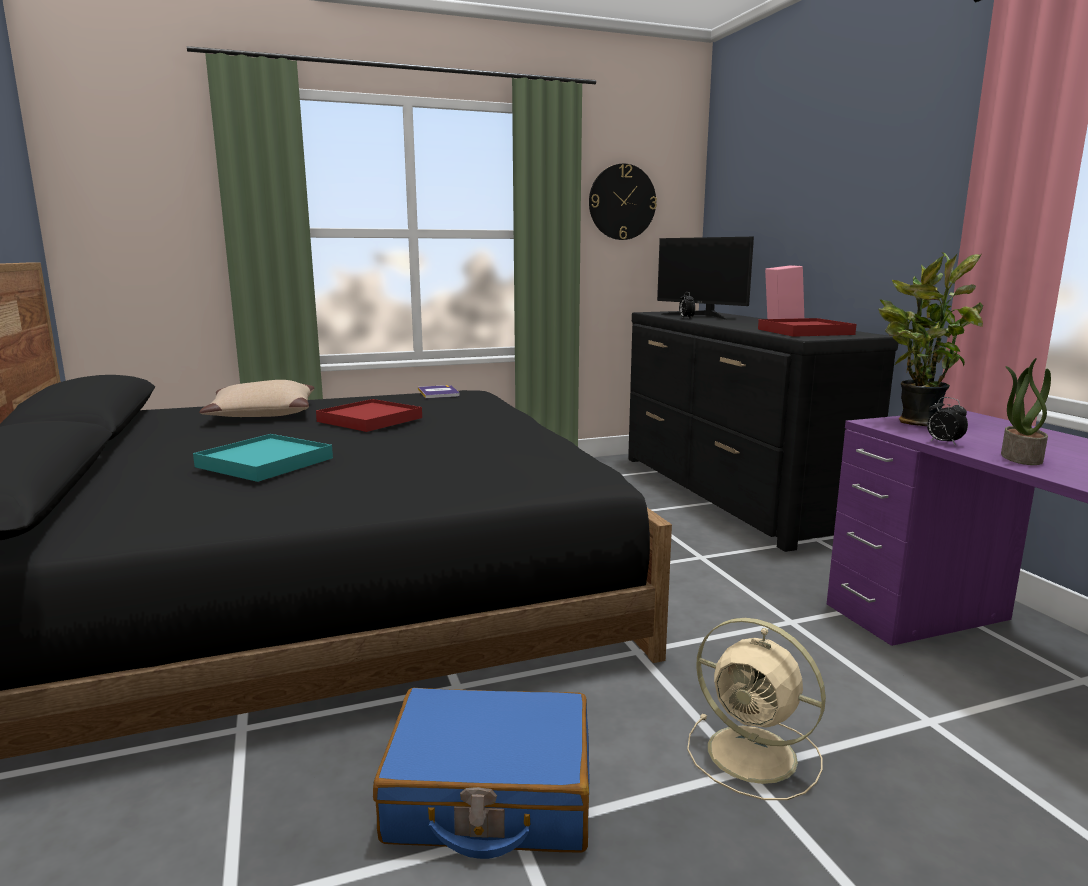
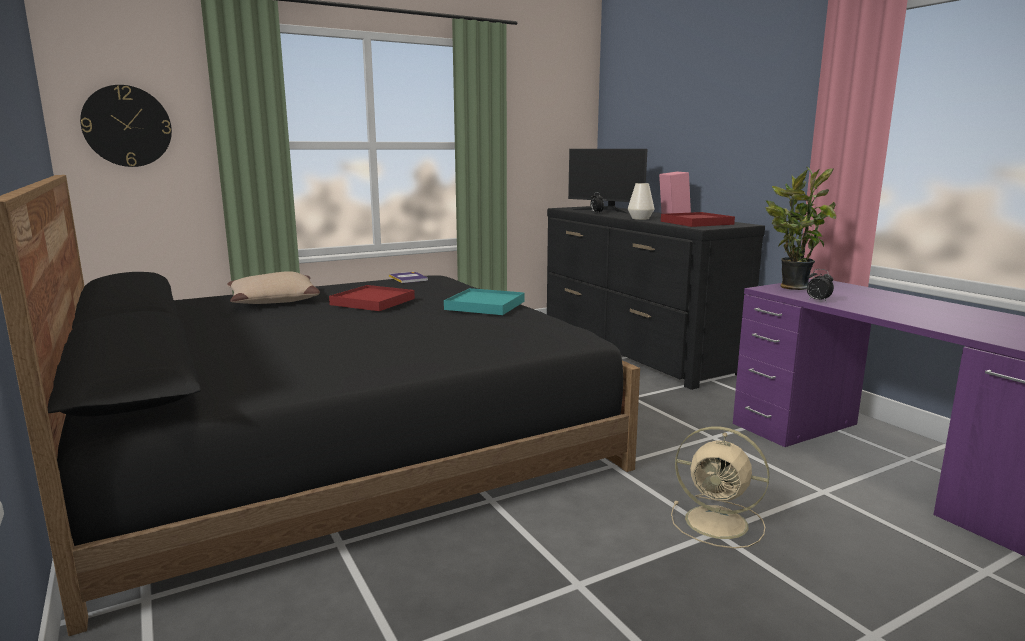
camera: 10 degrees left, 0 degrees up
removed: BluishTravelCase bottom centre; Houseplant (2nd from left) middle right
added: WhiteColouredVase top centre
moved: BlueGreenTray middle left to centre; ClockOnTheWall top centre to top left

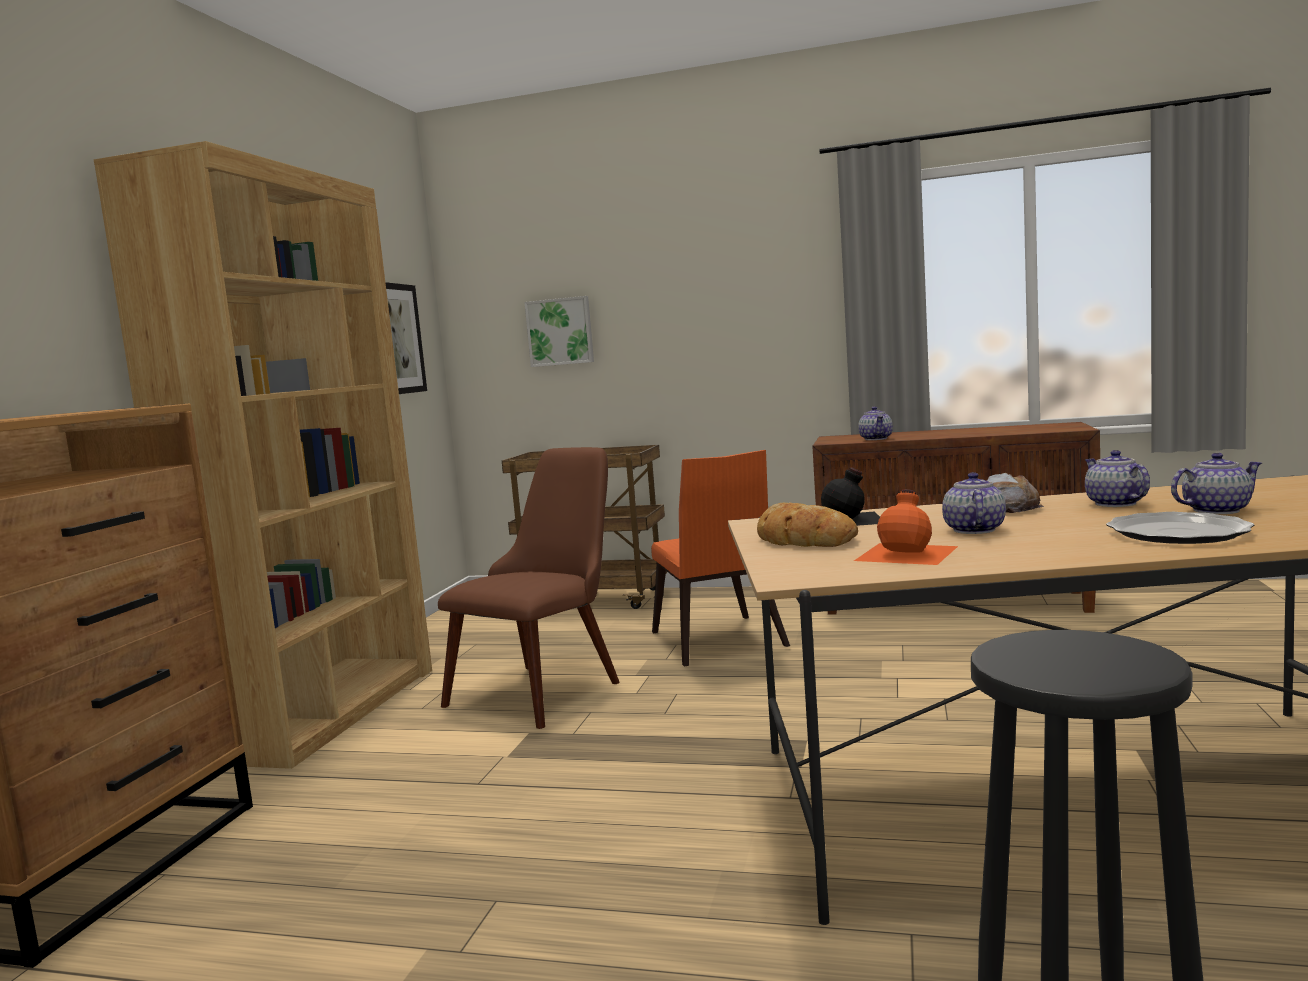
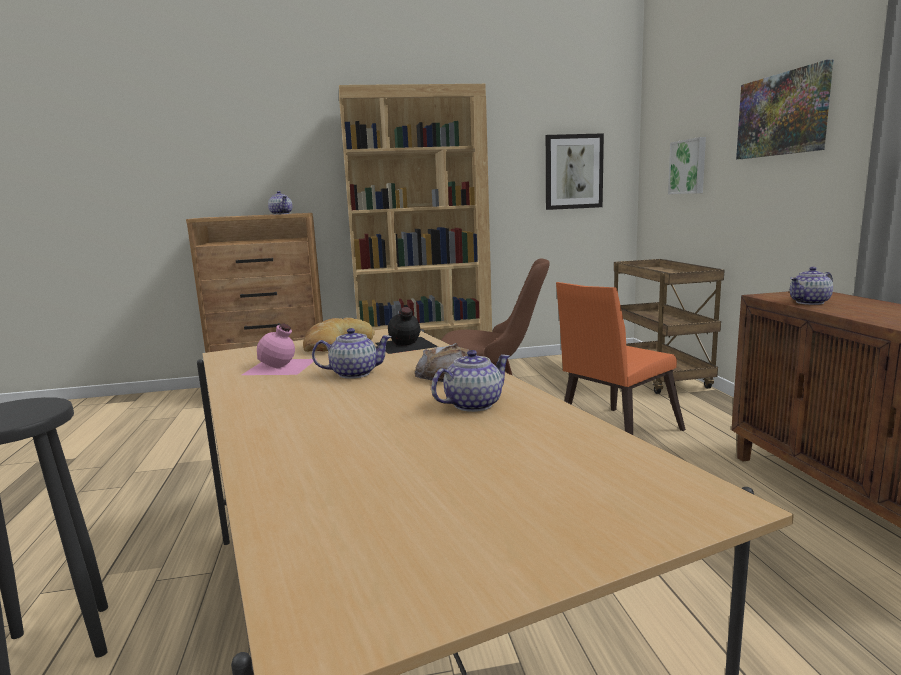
camera: 65 degrees right, 5 degrees up
removed: DinnerPlate middle right
added: Picture (3rd from left) top right
moved: TeaPot (4th from left in the first image) middle right to TeaPot (1st from left) top left
recoloured: OrangeColouredBottle middle right to PinkColouredBottle middle left

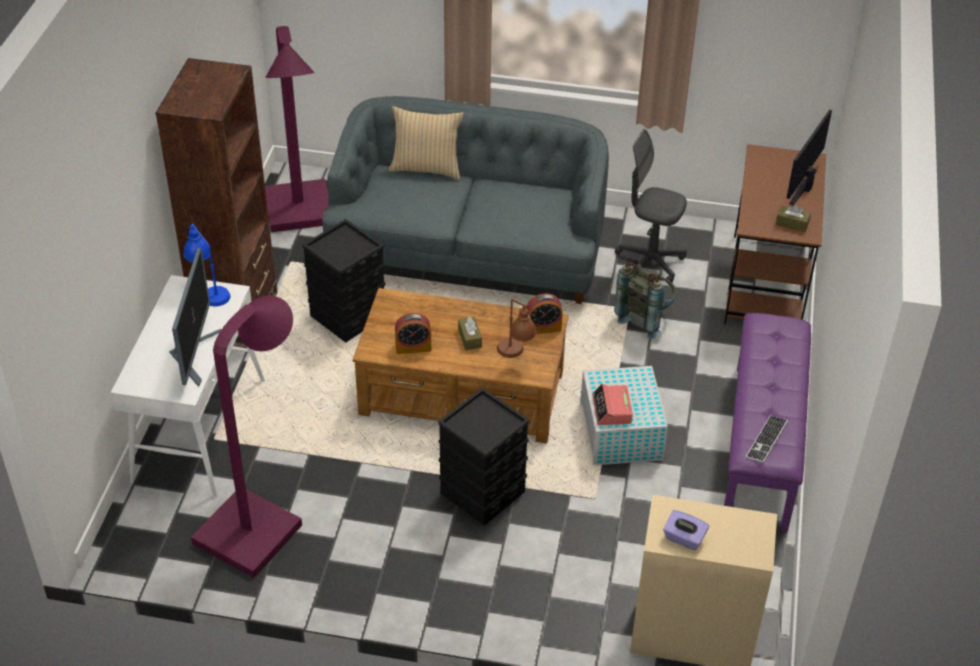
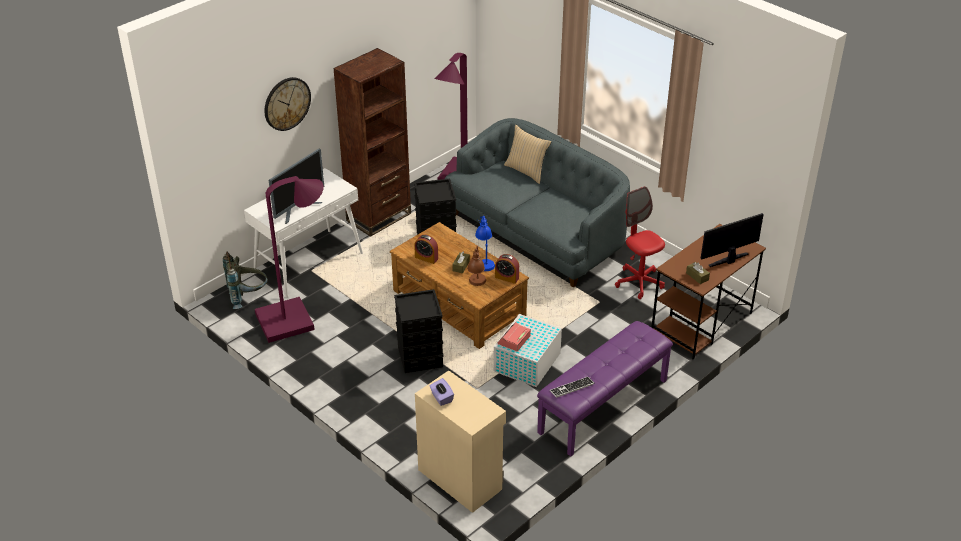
camera: 35 degrees right, 5 degrees down
added: ClockOnTheWall top left
moved: BluishTableLamp middle left to centre; GreyishBackpack centre to middle left
recoloured: GreyishComputerChair top centre to RedComputerChair centre

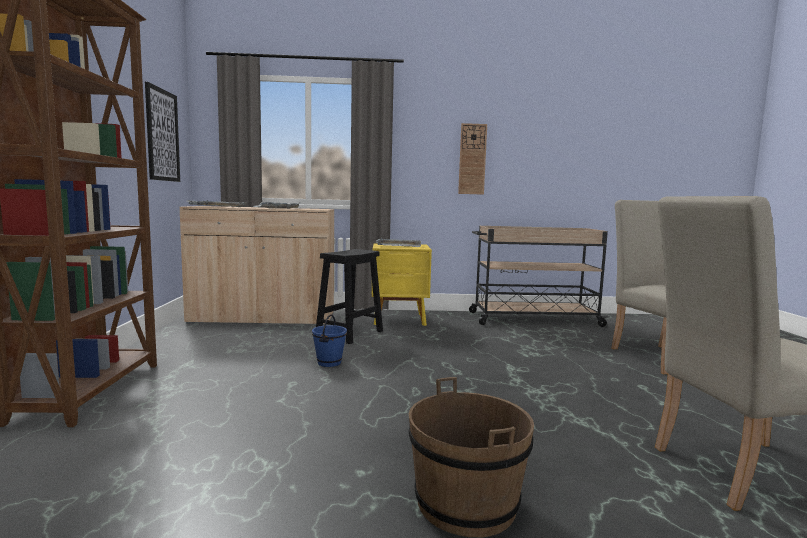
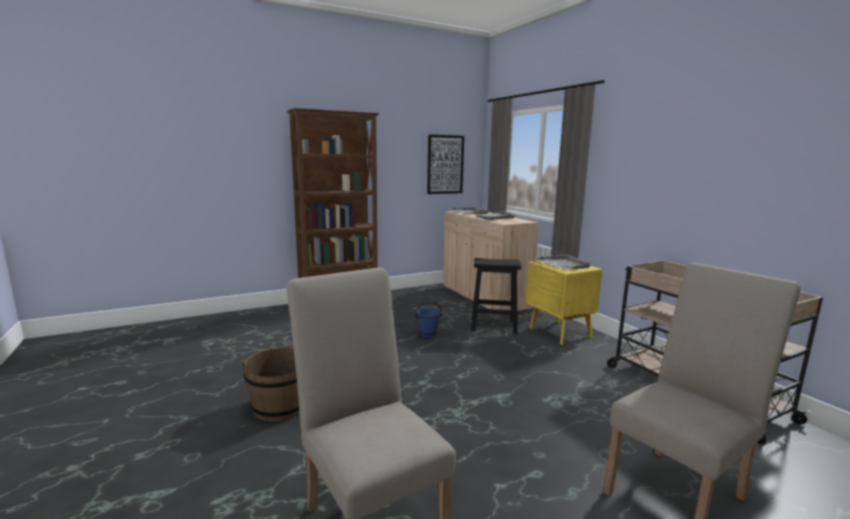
camera: 65 degrees right, 5 degrees up
removed: ClockOnTheWall top centre

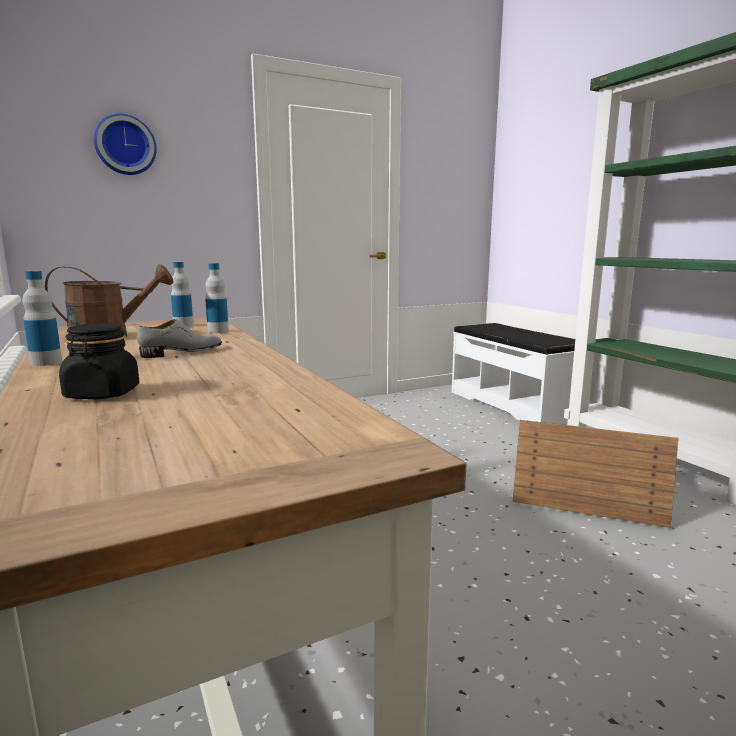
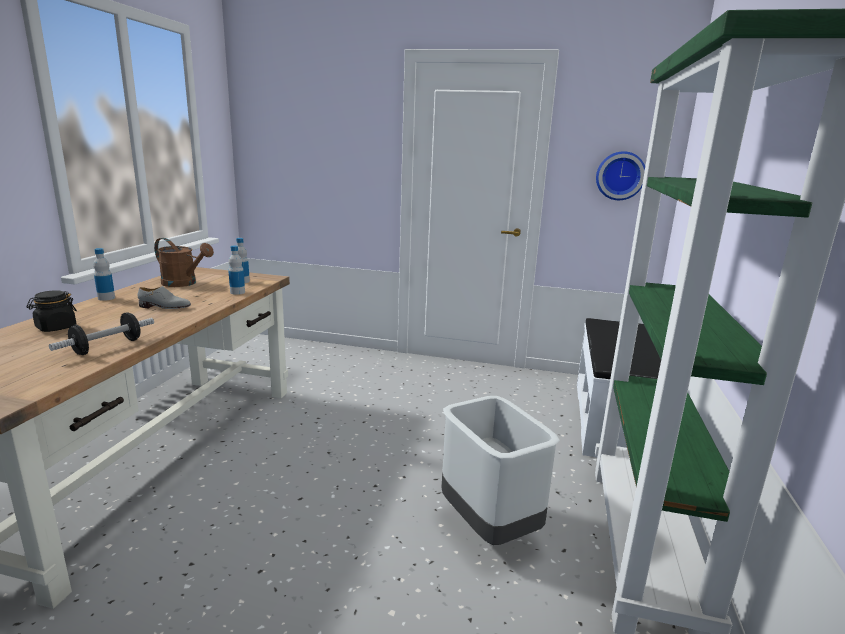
camera: 40 degrees right, 5 degrees up
added: Dumbbell middle left
moved: ClockOnTheWall top left to top right
replaced: PackingCrate middle right to GreyishTrashCan bottom centre

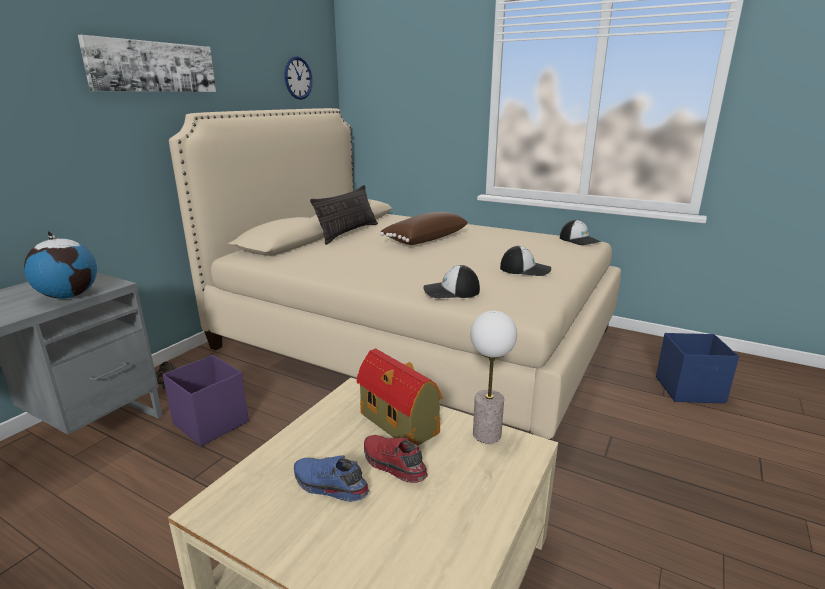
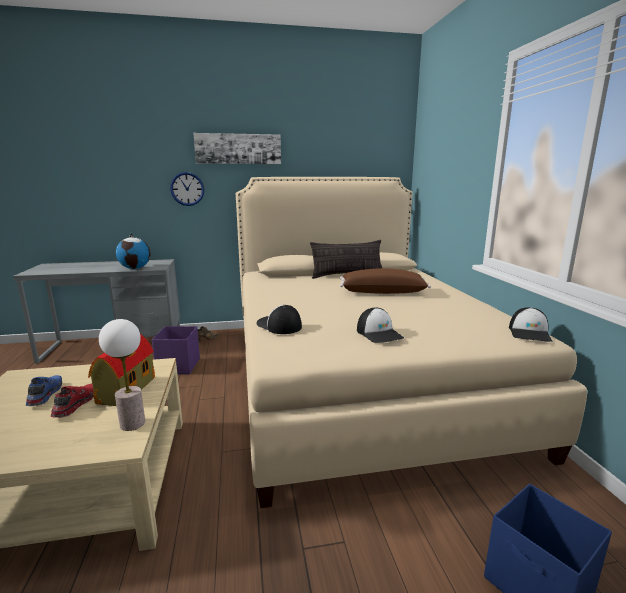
camera: 50 degrees right, 5 degrees down
moved: ClockOnTheWall top centre to top left

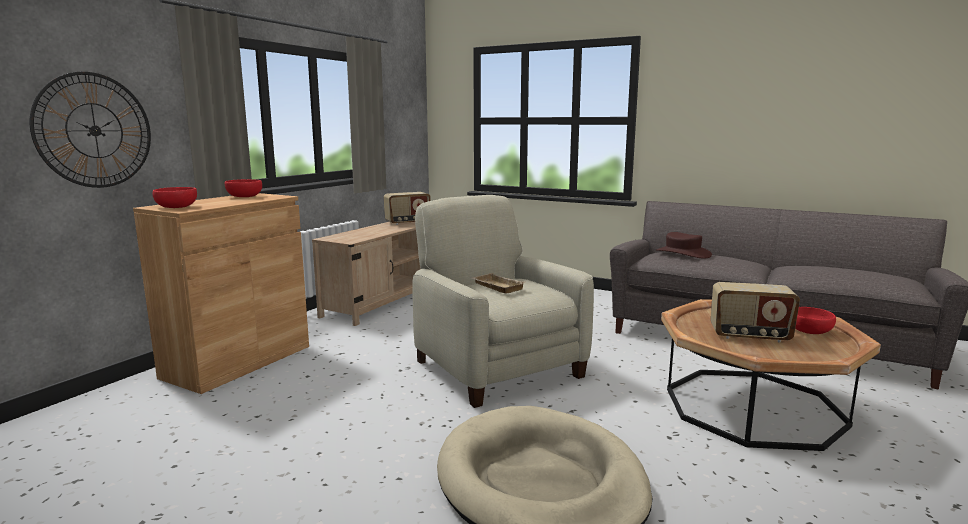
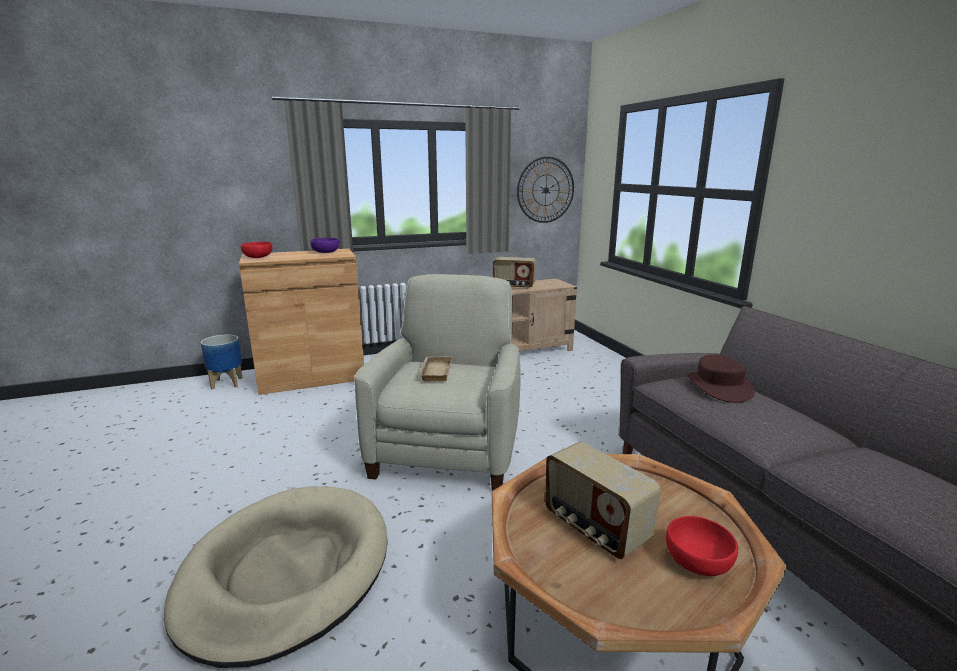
camera: 40 degrees right, 5 degrees up
added: PlantPot middle left
moved: ClockOnTheWall top left to top centre
recoloured: RedServingBowl (2nd from left) middle left to PurplishServingBowl centre

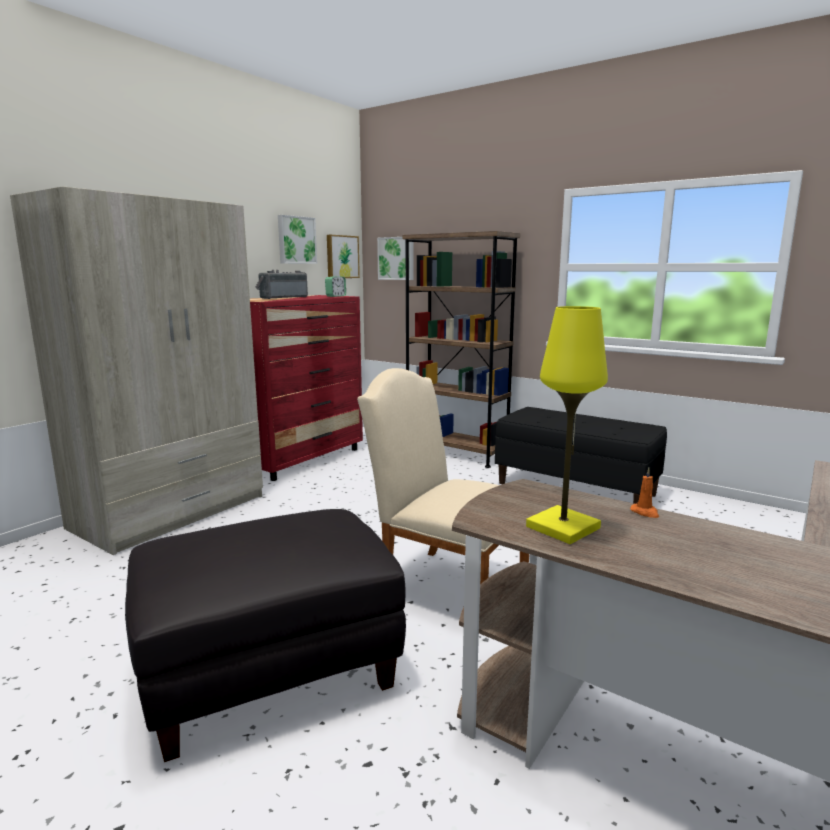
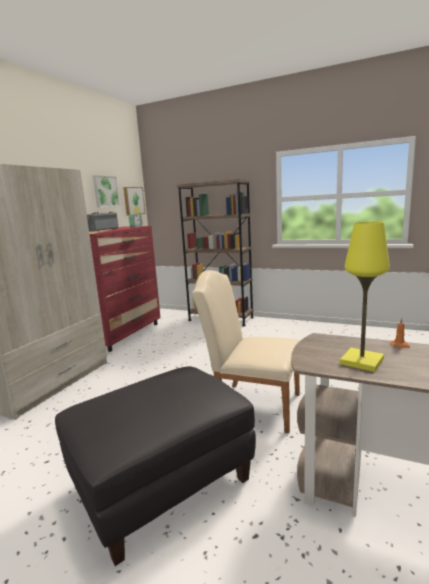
camera: 10 degrees left, 0 degrees up
removed: Picture (3rd from left) top centre; BlackishIndoorBench middle right

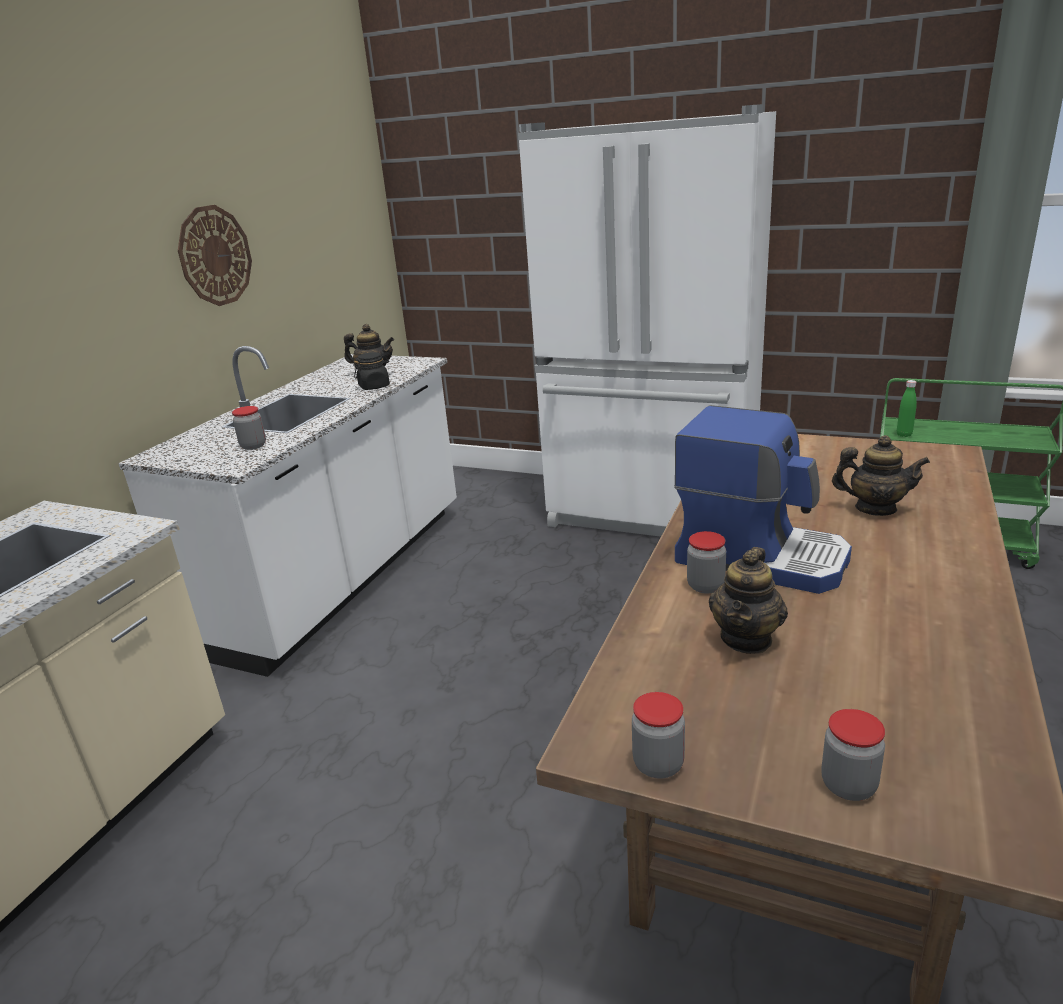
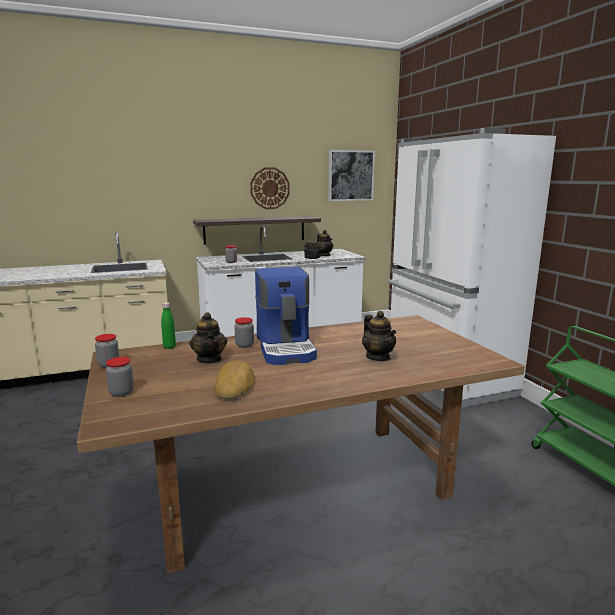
camera: 45 degrees right, 10 degrees down
added: WallShelf centre; BakedBread centre; Picture top centre
moved: GreenishBottle middle right to middle left
turned: TeaPot (2nd from left in the first image) middle right = centre 90 degrees counterclockwise

